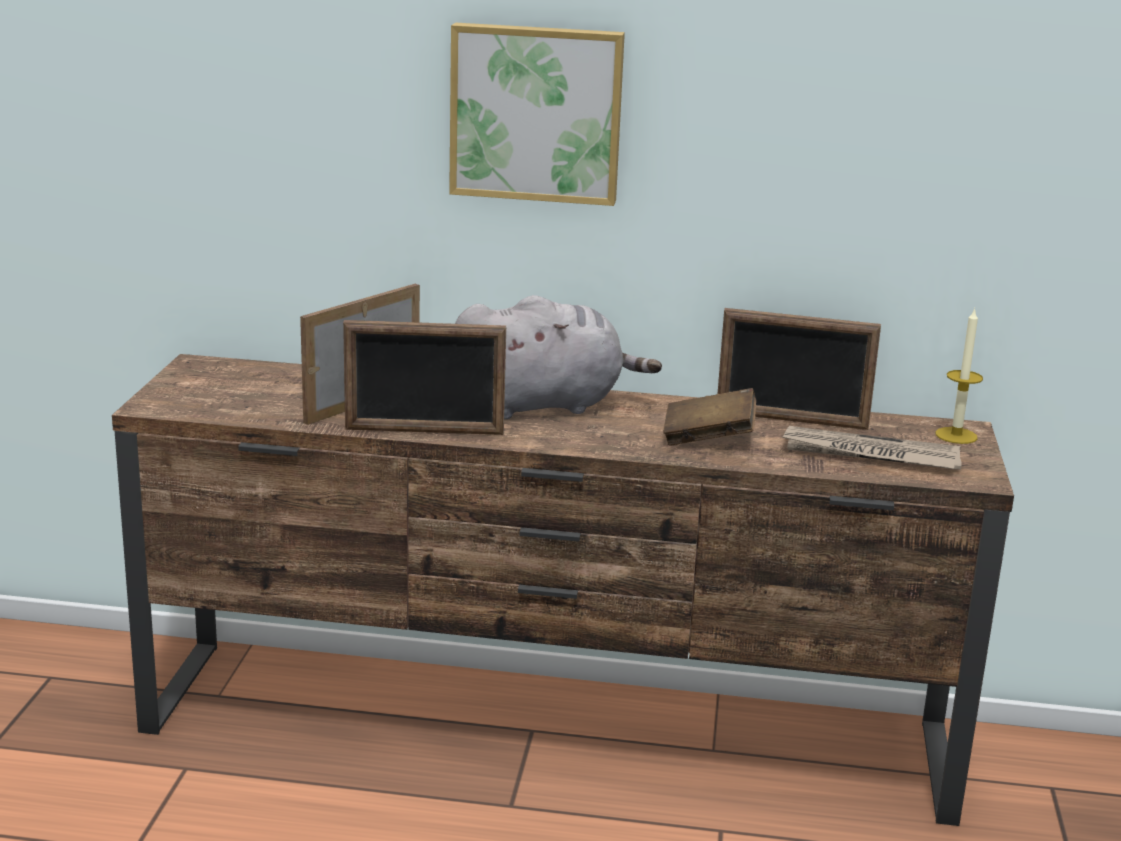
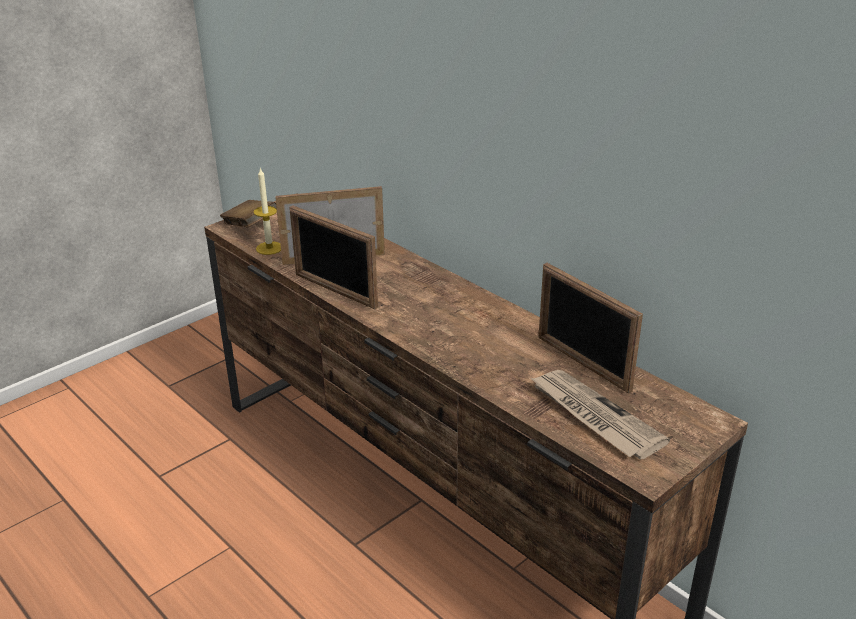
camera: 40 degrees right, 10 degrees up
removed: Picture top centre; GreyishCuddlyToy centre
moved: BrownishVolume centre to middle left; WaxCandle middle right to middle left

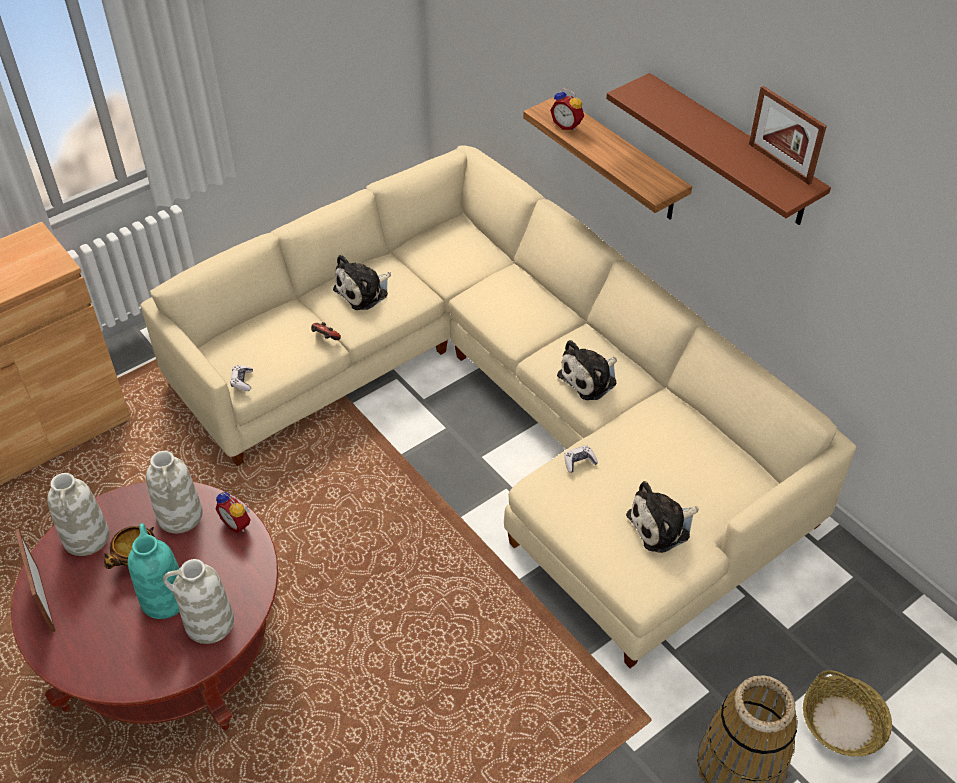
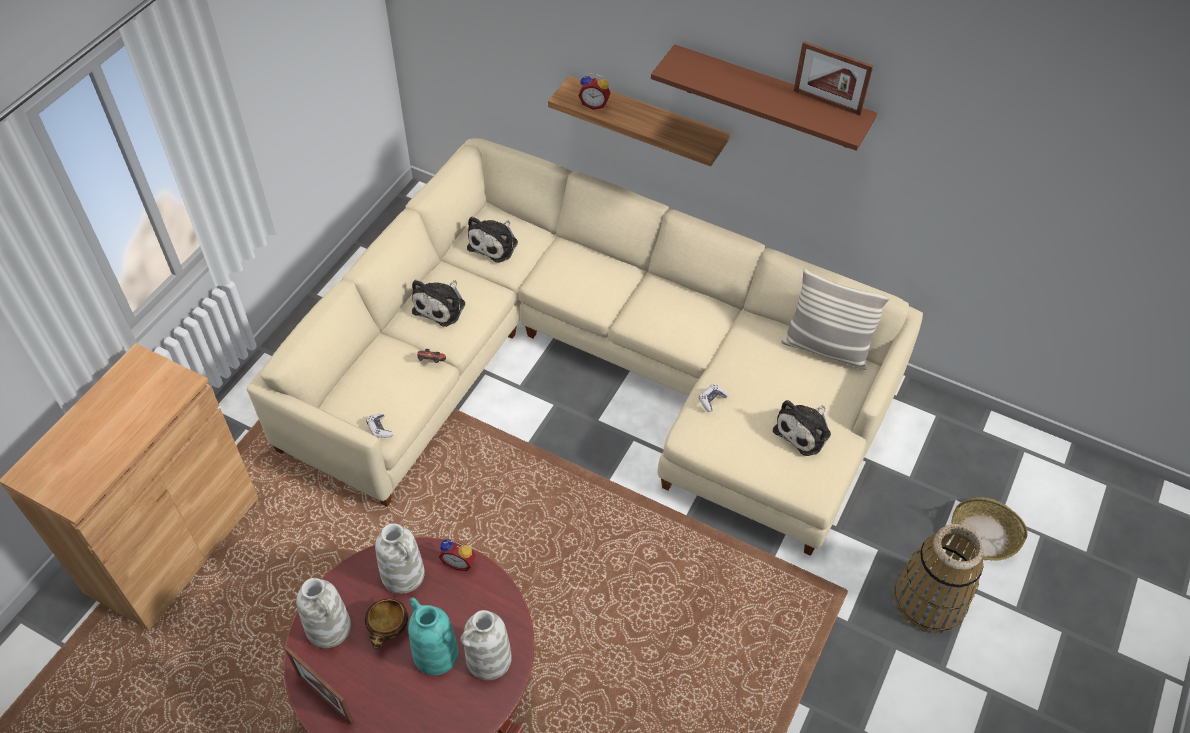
camera: 25 degrees left, 5 degrees up
added: Pillow middle right
moved: CuddlyToy (2nd from left) centre to top centre

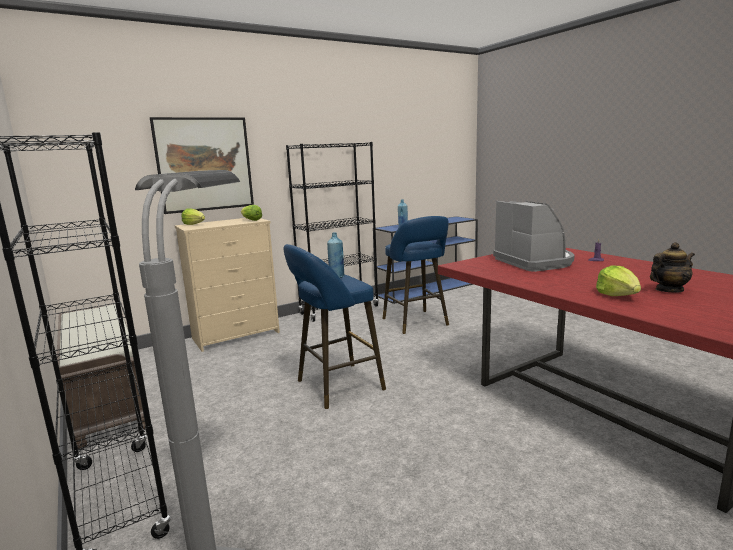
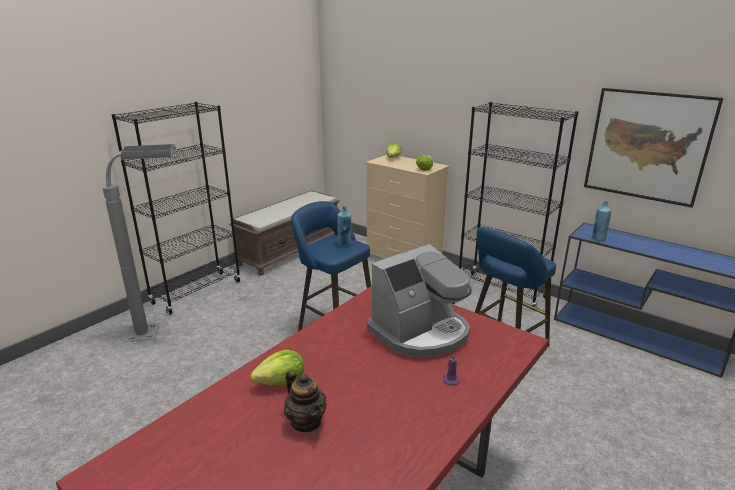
camera: 70 degrees right, 10 degrees up
moved: Picture top left to top right

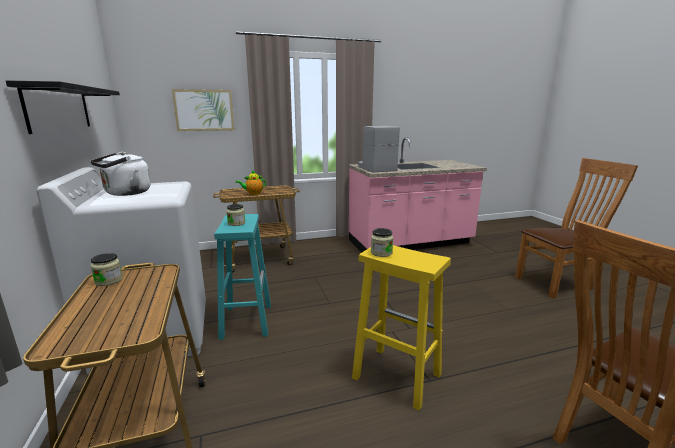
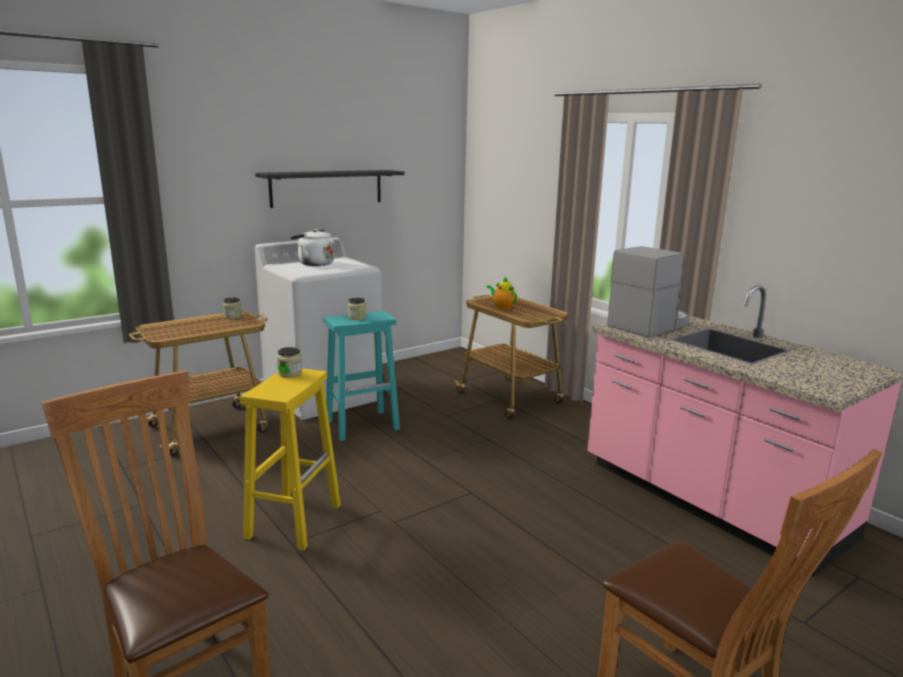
camera: 70 degrees right, 0 degrees up
removed: Picture top left

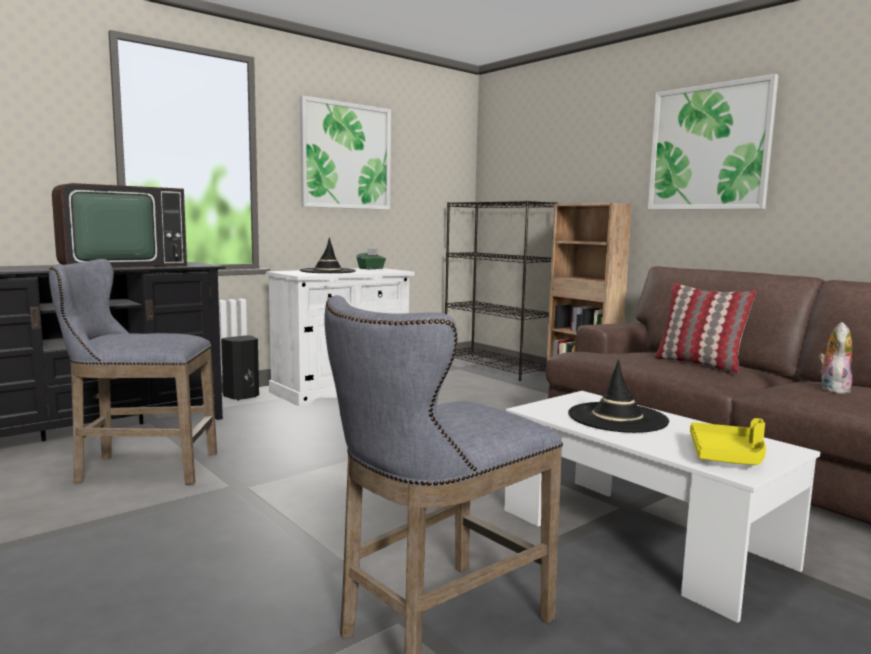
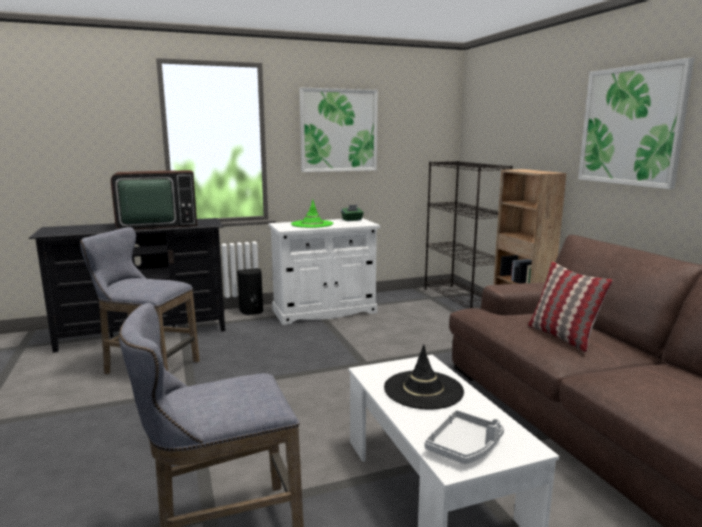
camera: 20 degrees right, 5 degrees up
removed: CuddlyToy middle right
recoloured: BlackishClothingHat (1st from left) centre to GreenishClothingHat centre; YellowishTray bottom right to GreyishTray bottom centre

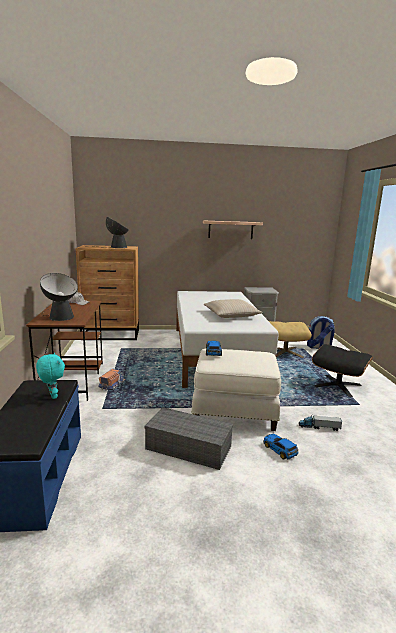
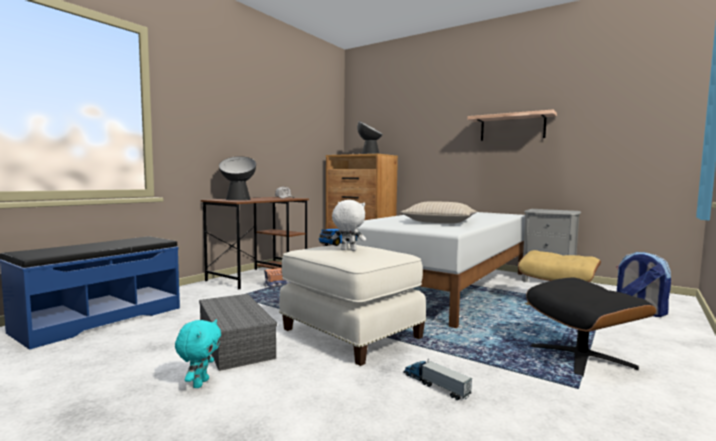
camera: 40 degrees right, 10 degrees down
removed: ToyCar (2nd from left) bottom right
added: WhiteColouredCuddlyToy centre
moved: BlueGreenCuddlyToy middle left to bottom left

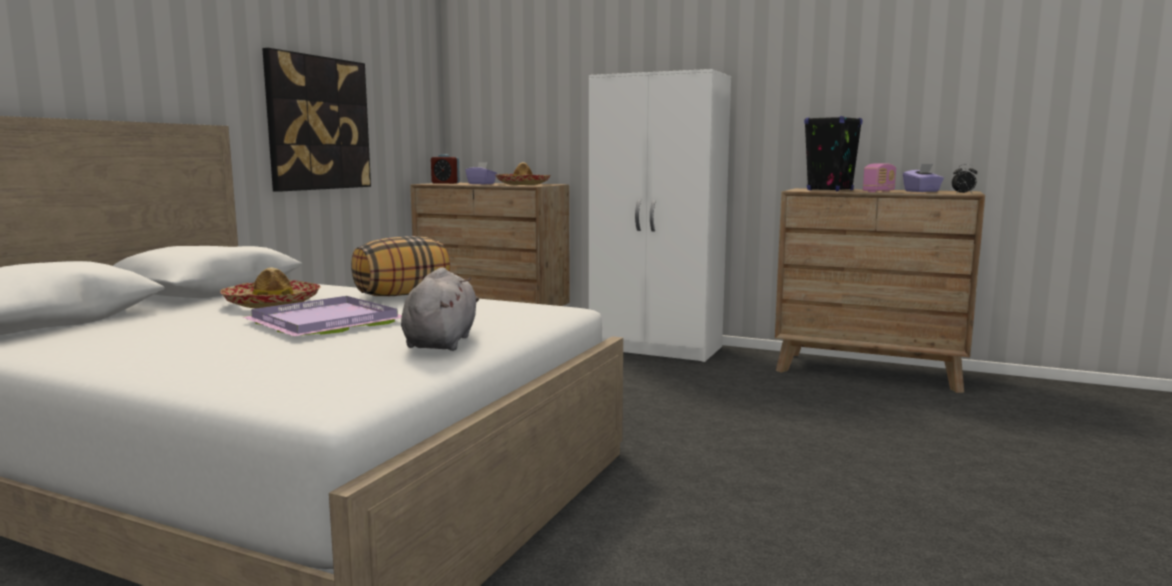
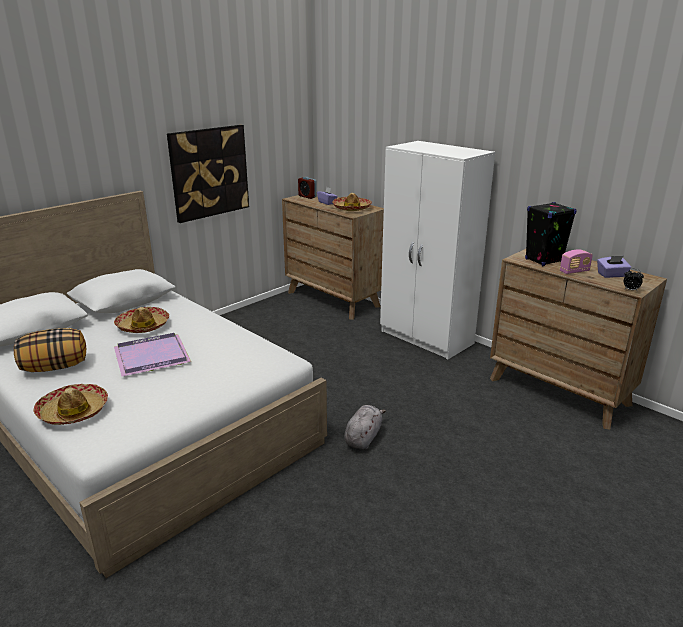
camera: 20 degrees right, 15 degrees up
added: ClothingHat (1st from left) middle left
moved: Pillow centre to middle left; GreyishCuddlyToy centre to bottom centre

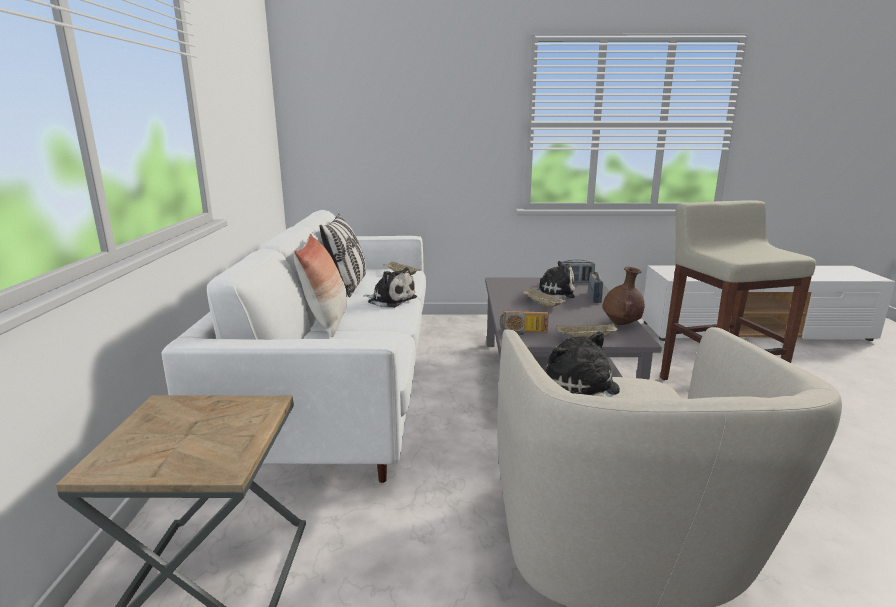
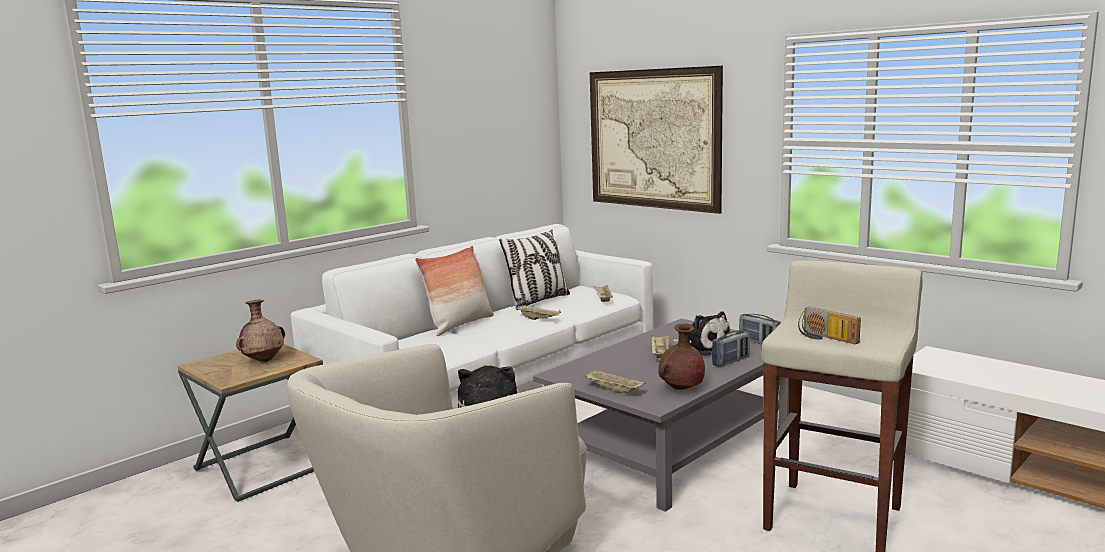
camera: 45 degrees right, 5 degrees down
added: BrownishVase (1st from left) middle left; Picture top centre
moved: RadioReceiver (1st from left in the first image) centre to RadioReceiver (3rd from left) middle right
replaced: CuddlyToy (1st from left) centre to SandColouredTray (1st from left) centre

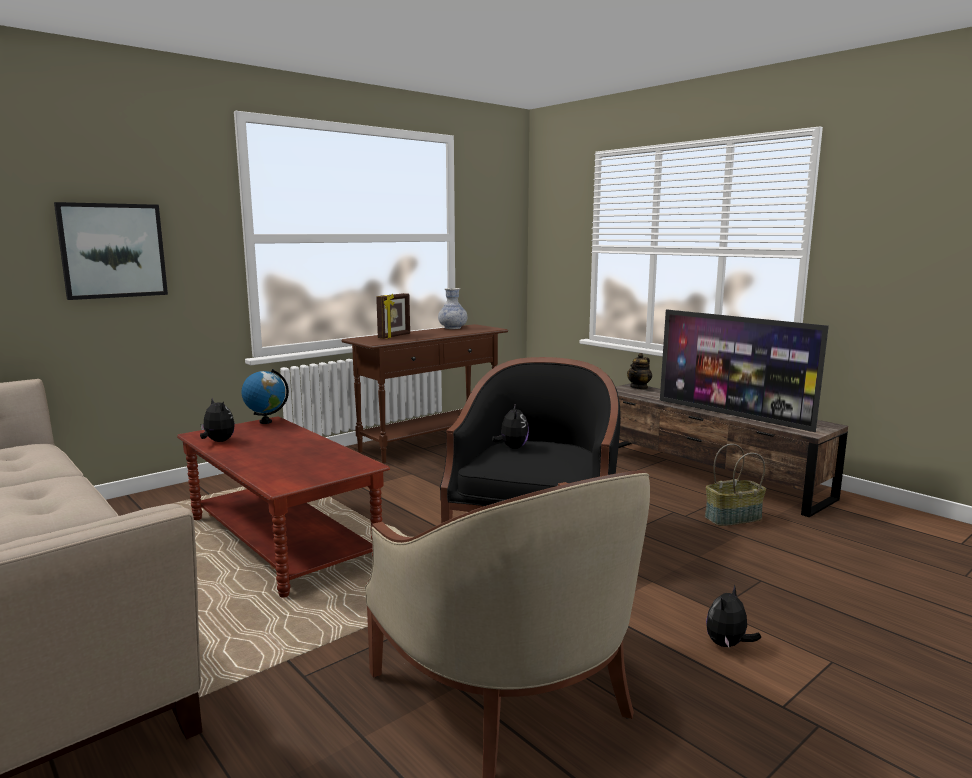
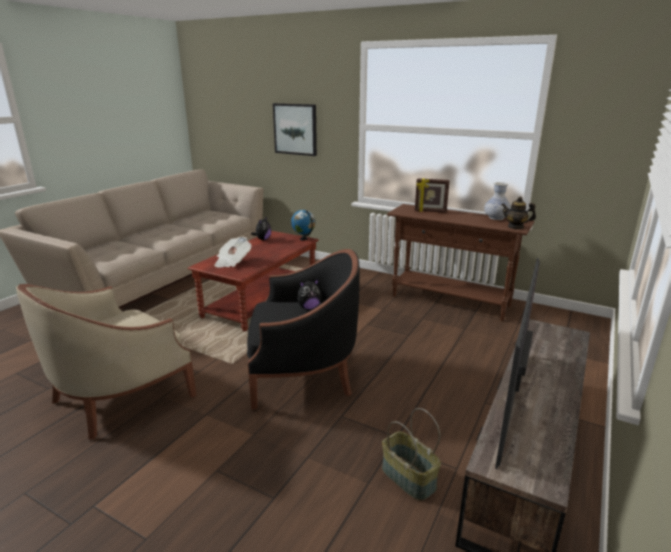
camera: 70 degrees right, 10 degrees up
removed: CuddlyToy (3rd from left) bottom right
added: Newspaper centre
moved: TeaPot centre to middle right

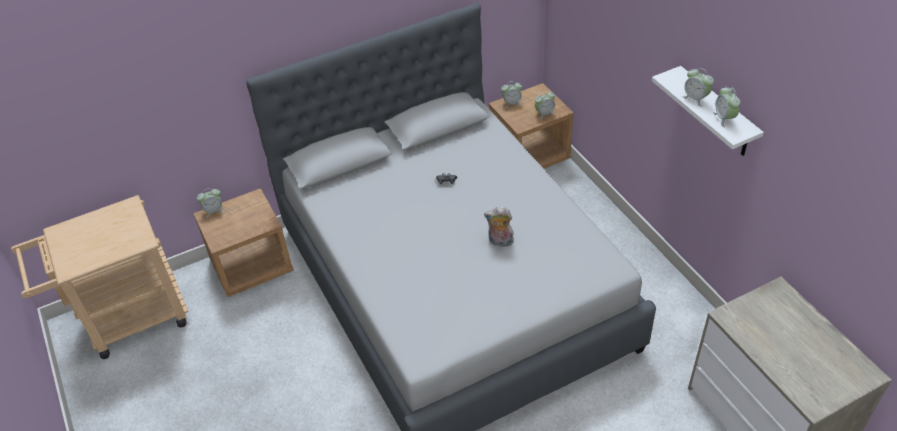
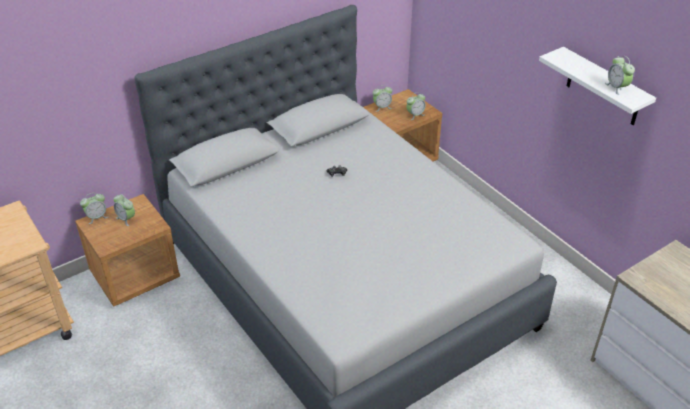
camera: 10 degrees left, 5 degrees down
removed: CuddlyToy centre
moved: BedsideClock (4th from left in the first image) top right to BedsideClock (2nd from left) middle left

